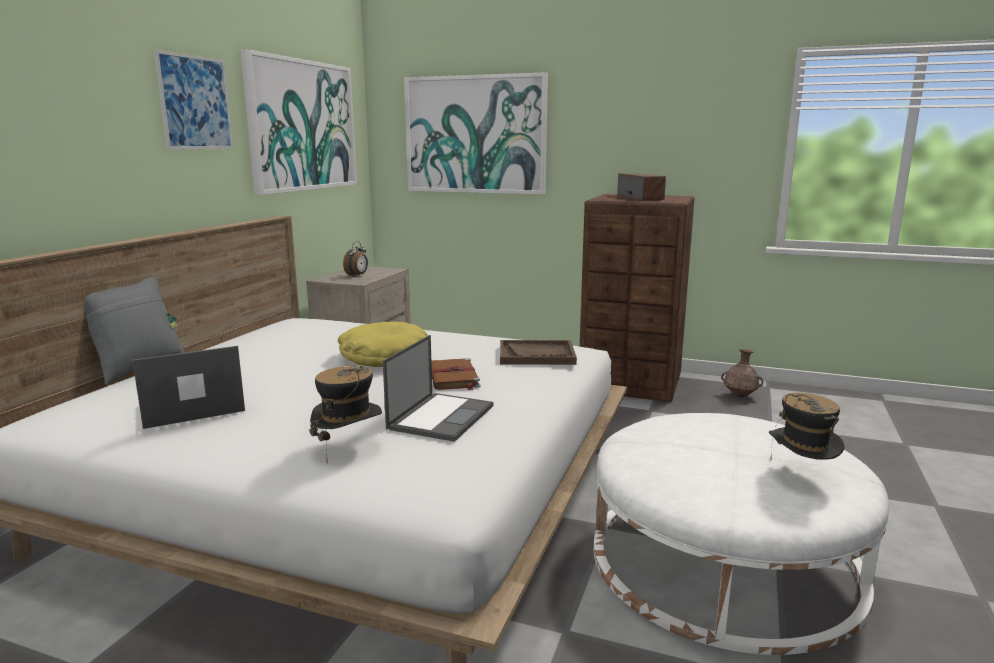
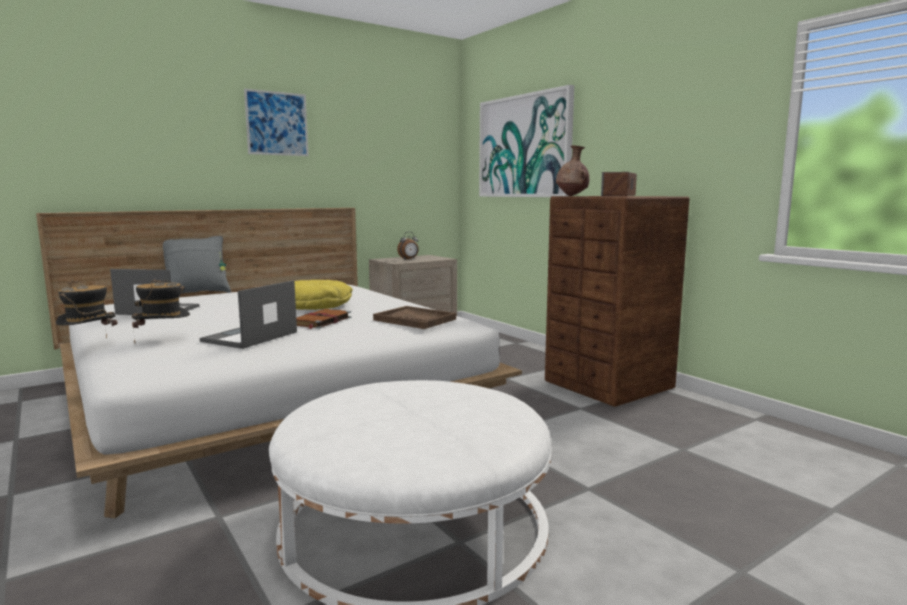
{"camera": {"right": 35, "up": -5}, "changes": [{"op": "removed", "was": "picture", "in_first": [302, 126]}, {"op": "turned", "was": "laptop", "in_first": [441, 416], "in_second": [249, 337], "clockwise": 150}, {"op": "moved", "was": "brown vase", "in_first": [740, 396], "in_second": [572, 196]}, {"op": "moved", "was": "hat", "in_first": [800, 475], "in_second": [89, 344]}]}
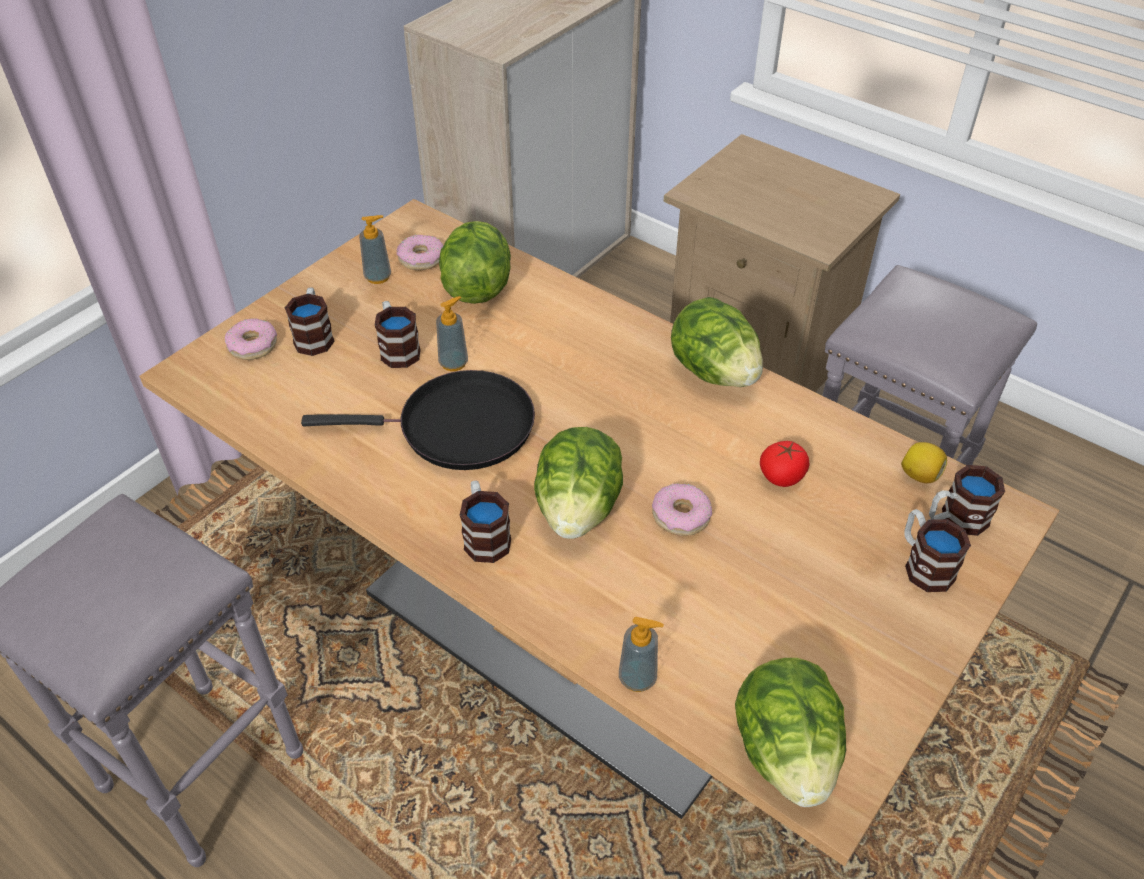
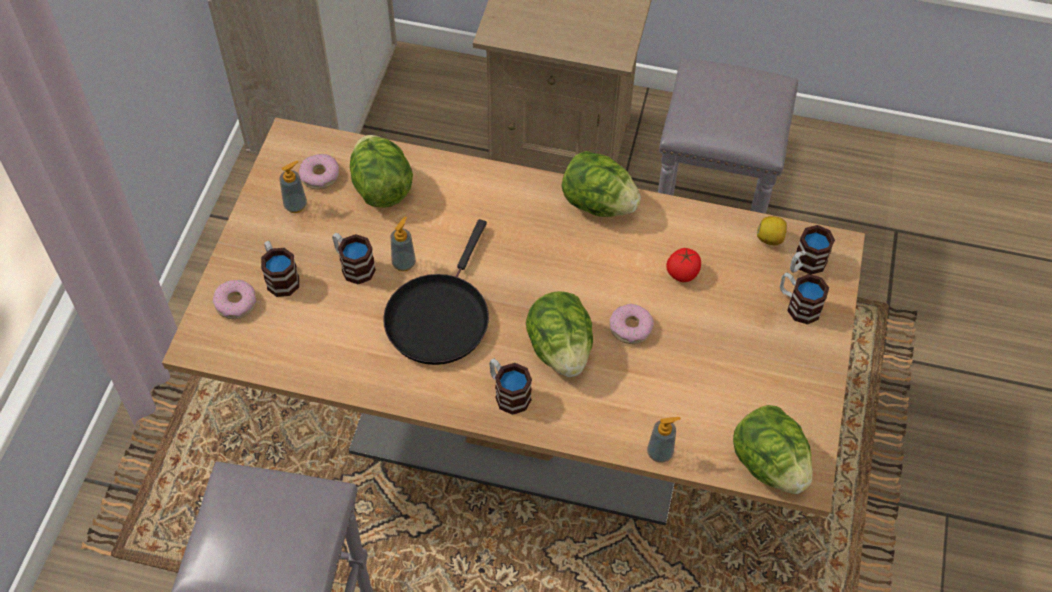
{"camera": {"right": -25, "up": 10}, "changes": [{"op": "turned", "was": "black frying pan", "in_first": [457, 428], "in_second": [439, 316], "clockwise": 135}]}
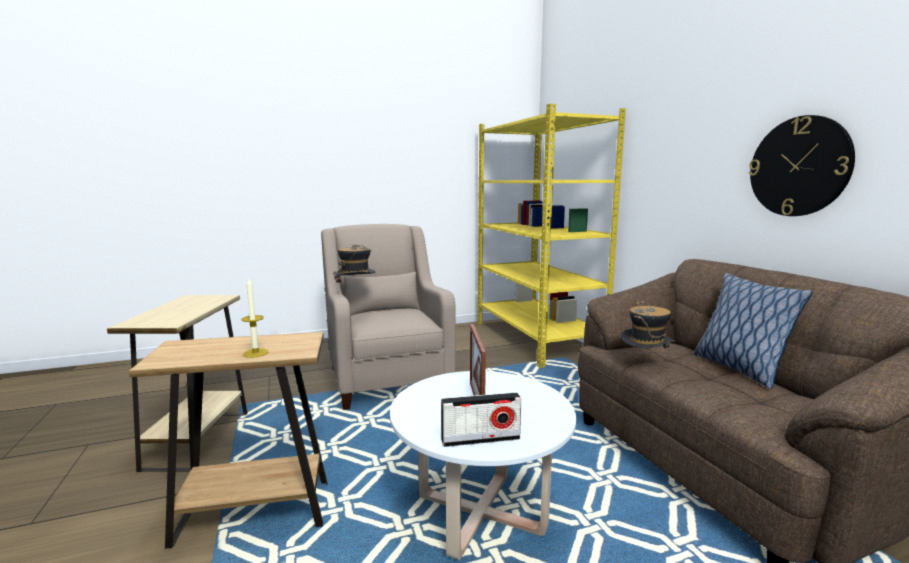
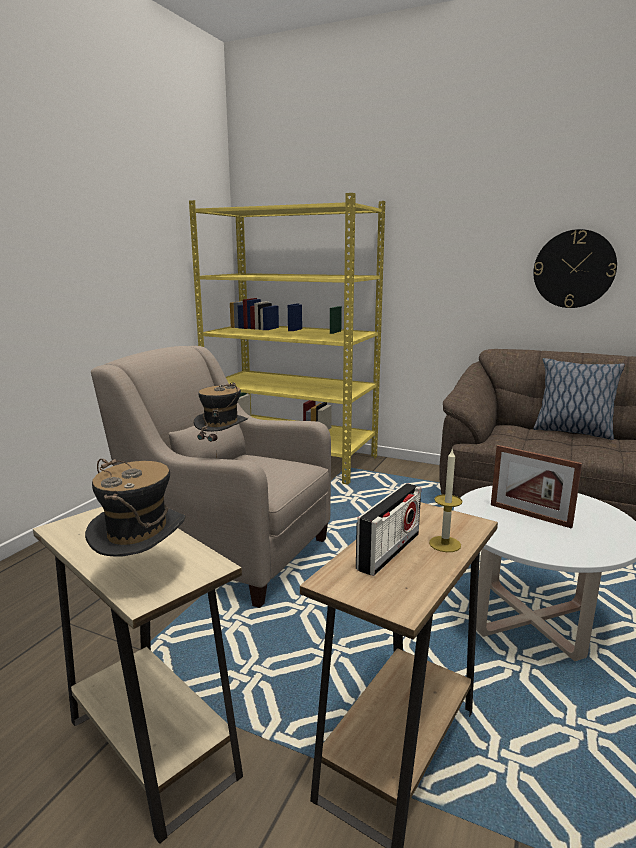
{"camera": {"right": -45, "up": 5}, "changes": [{"op": "moved", "was": "radio", "in_first": [480, 439], "in_second": [389, 551]}, {"op": "moved", "was": "hat", "in_first": [645, 364], "in_second": [142, 573]}]}
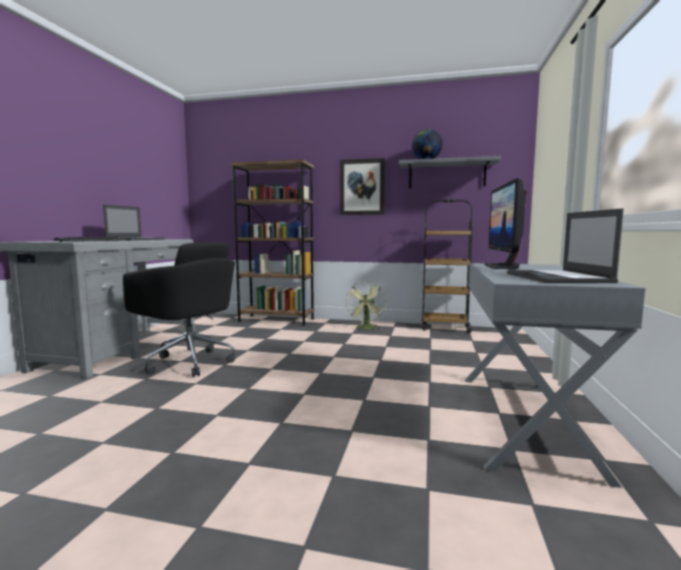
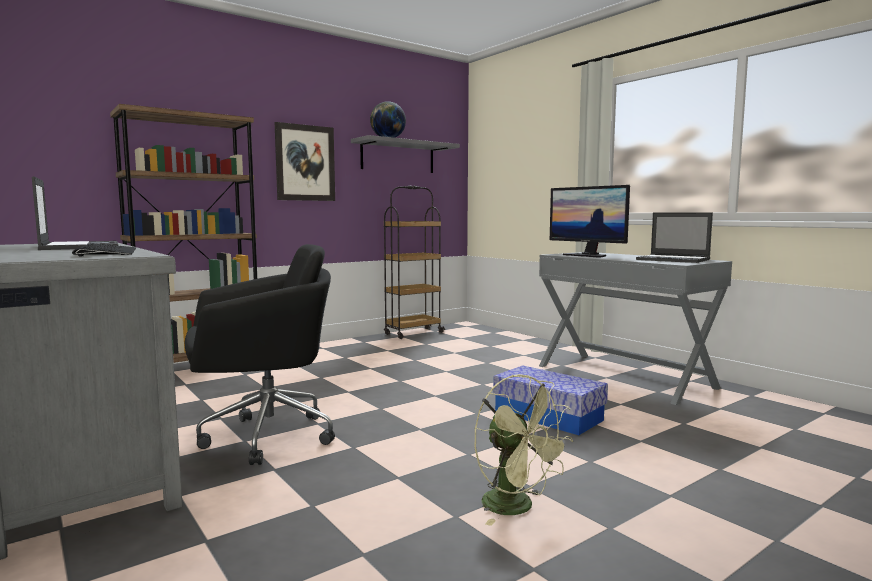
{"camera": {"right": -50, "up": 0}, "changes": [{"op": "moved", "was": "green fan", "in_first": [366, 328], "in_second": [517, 508]}, {"op": "added", "now": "storage box", "in_second": [548, 416]}]}
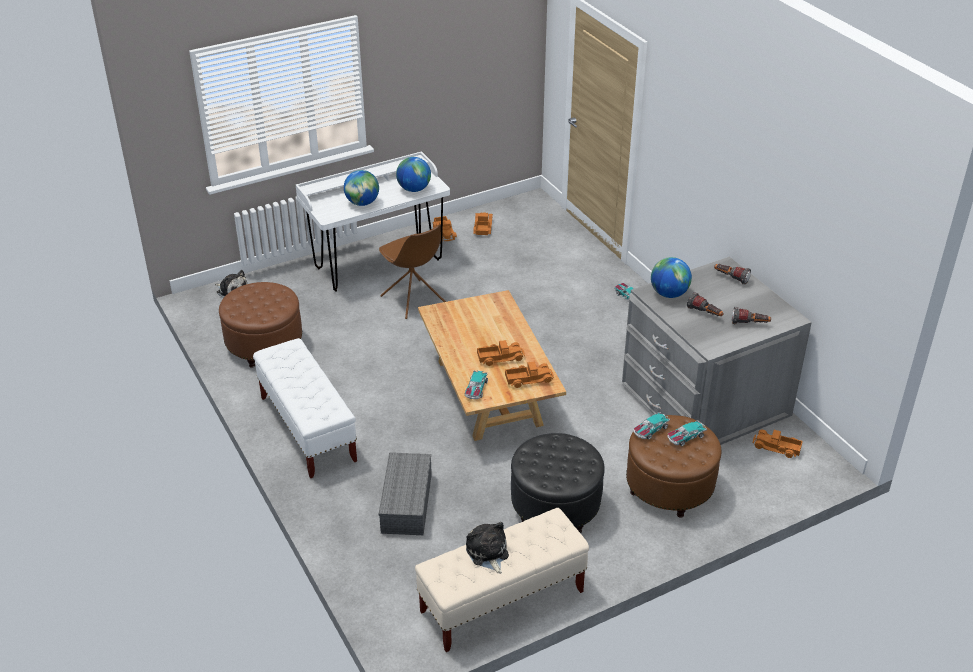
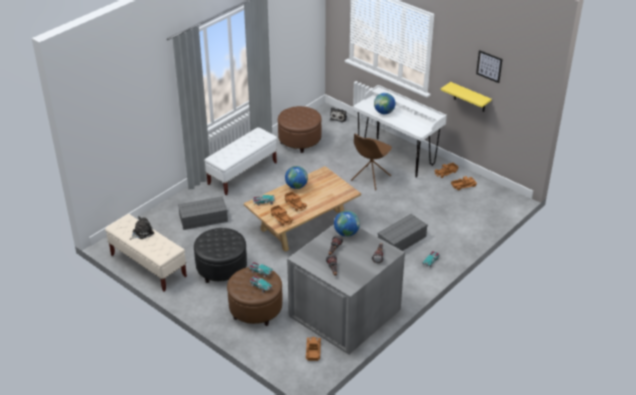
{"camera": {"right": 70, "up": 0}, "changes": [{"op": "moved", "was": "globe", "in_first": [414, 189], "in_second": [296, 186]}, {"op": "added", "now": "grey storage box", "in_second": [401, 241]}, {"op": "added", "now": "yellow shelf", "in_second": [470, 97]}, {"op": "added", "now": "picture", "in_second": [489, 66]}]}
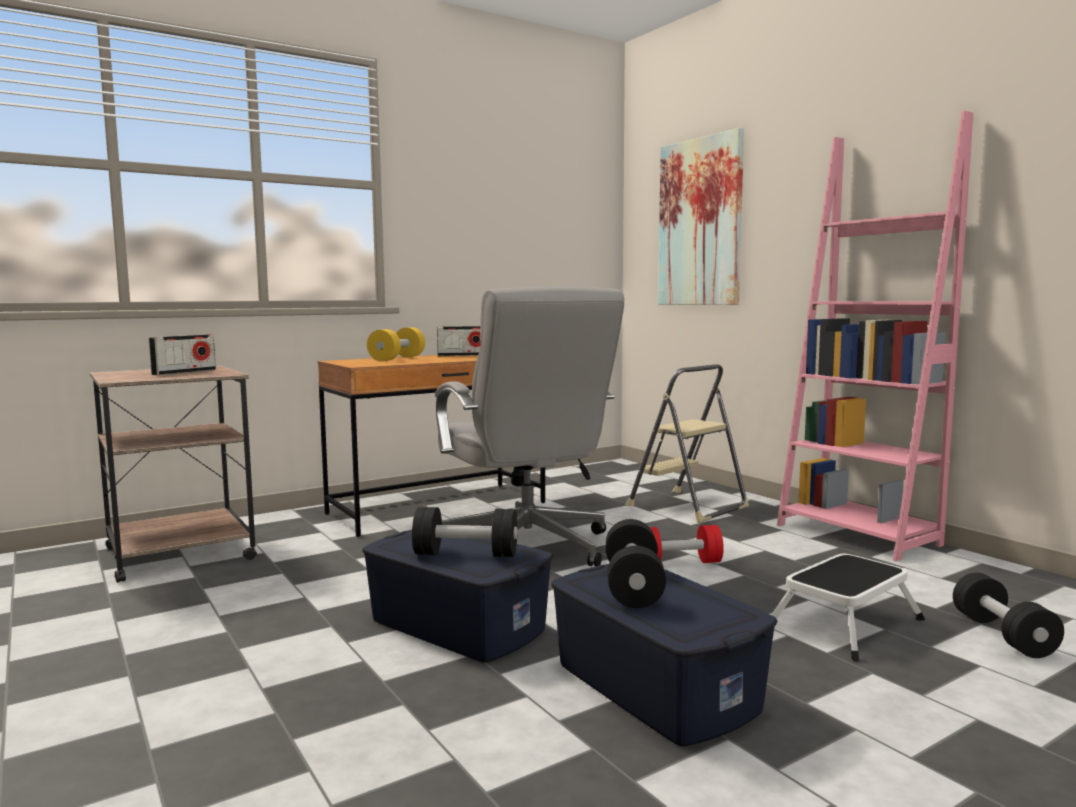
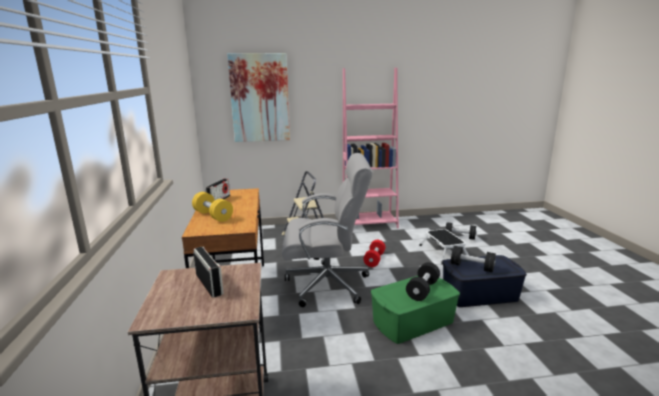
{"camera": {"right": -65, "up": 10}, "changes": [{"op": "recoloured", "was": "blue storage box", "now": "green storage box", "in_first": [458, 624], "in_second": [412, 321]}]}
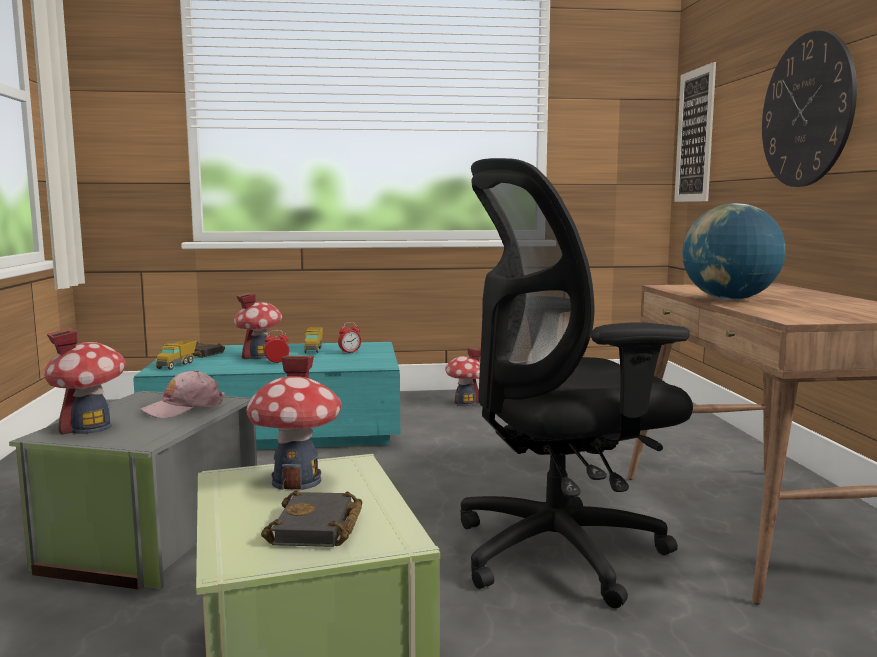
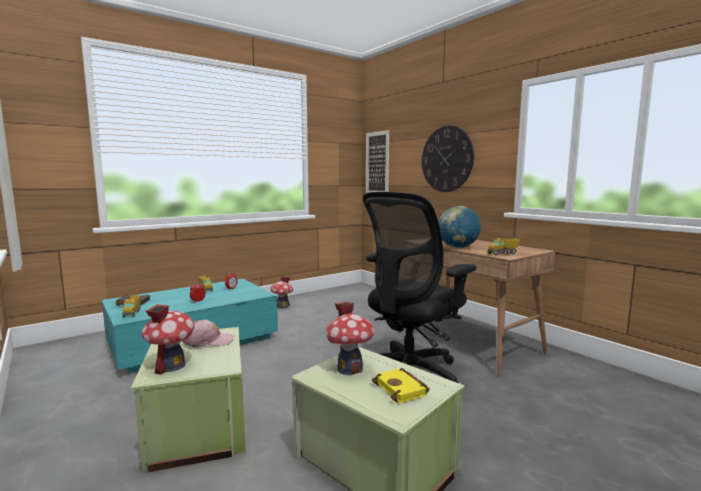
{"camera": {"right": -30, "up": 0}, "changes": [{"op": "recoloured", "was": "grey storage box", "now": "green storage box", "in_first": [150, 536], "in_second": [197, 425]}, {"op": "turned", "was": "pink cap", "in_first": [183, 408], "in_second": [208, 341], "clockwise": -120}, {"op": "removed", "was": "toy house", "in_first": [259, 356]}, {"op": "recoloured", "was": "black book", "now": "yellow book", "in_first": [318, 529], "in_second": [402, 389]}, {"op": "added", "now": "toy truck", "in_second": [503, 253]}]}
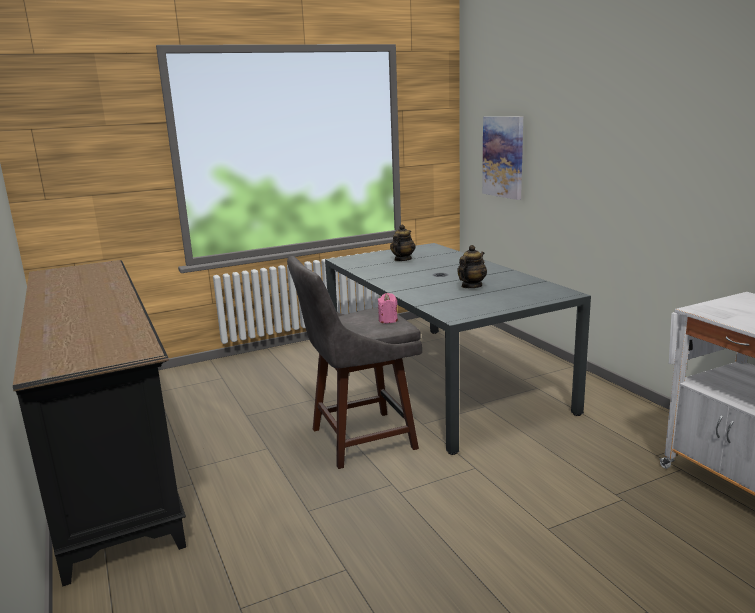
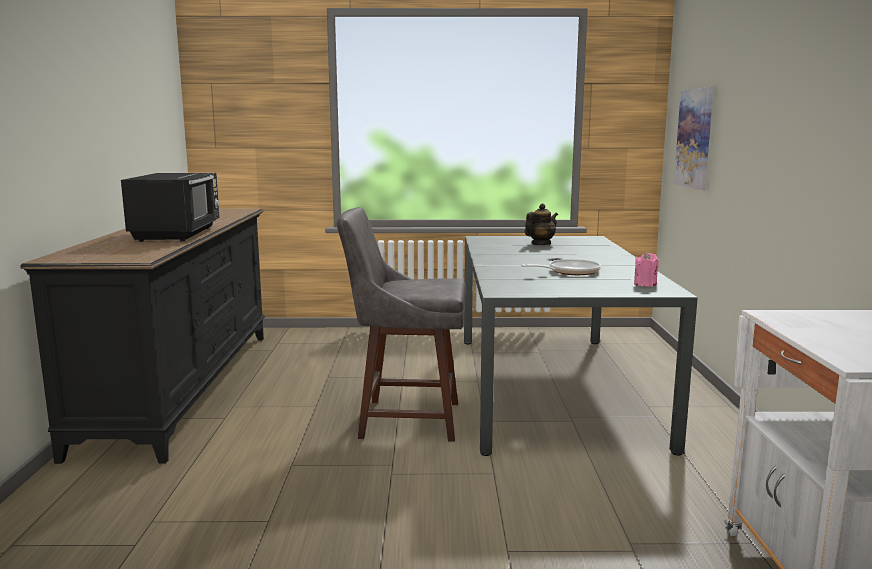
{"camera": {"right": 25, "up": -5}, "changes": [{"op": "moved", "was": "pink candle", "in_first": [388, 320], "in_second": [645, 284]}, {"op": "replaced", "was": "teapot", "now": "frying pan", "in_first": [471, 286], "in_second": [569, 272]}, {"op": "added", "now": "black microwave", "in_second": [178, 234]}]}
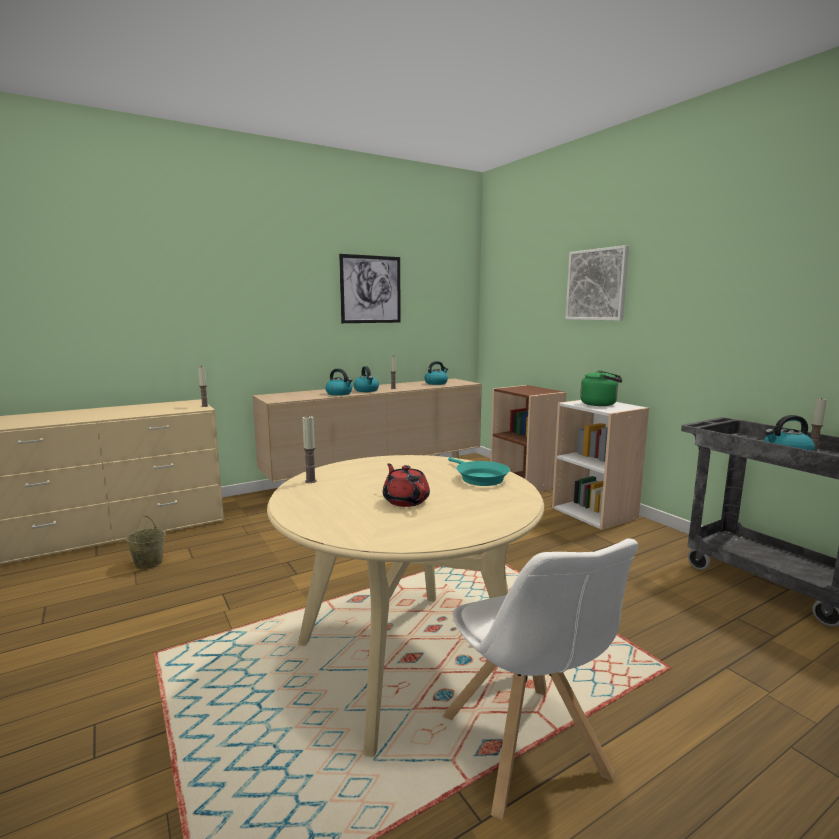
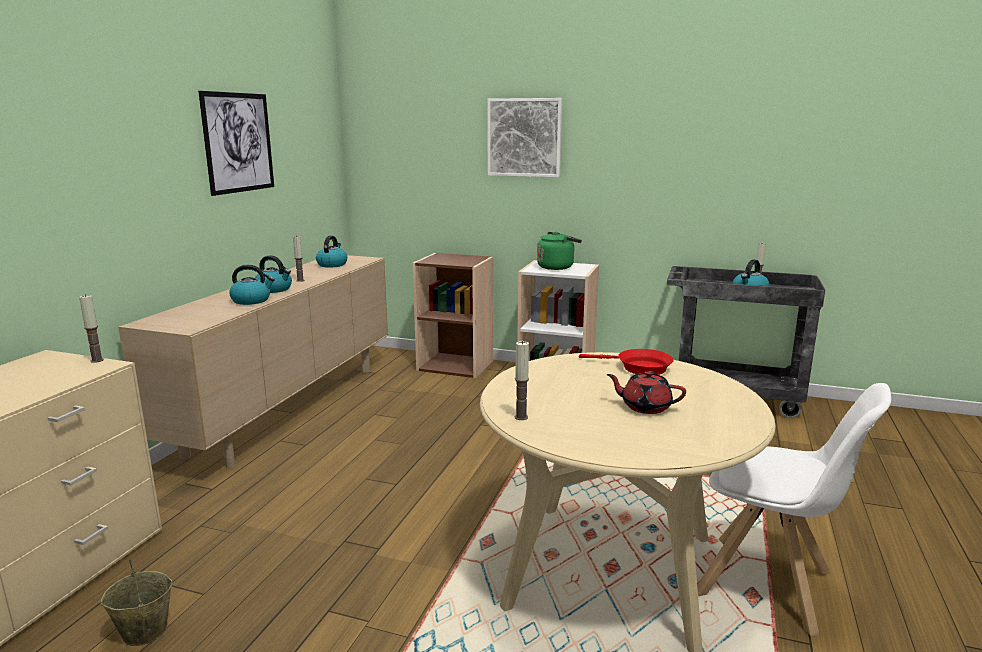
{"camera": {"right": -40, "up": 5}, "changes": [{"op": "recoloured", "was": "turquoise frying pan", "now": "red frying pan", "in_first": [479, 478], "in_second": [639, 368]}]}
